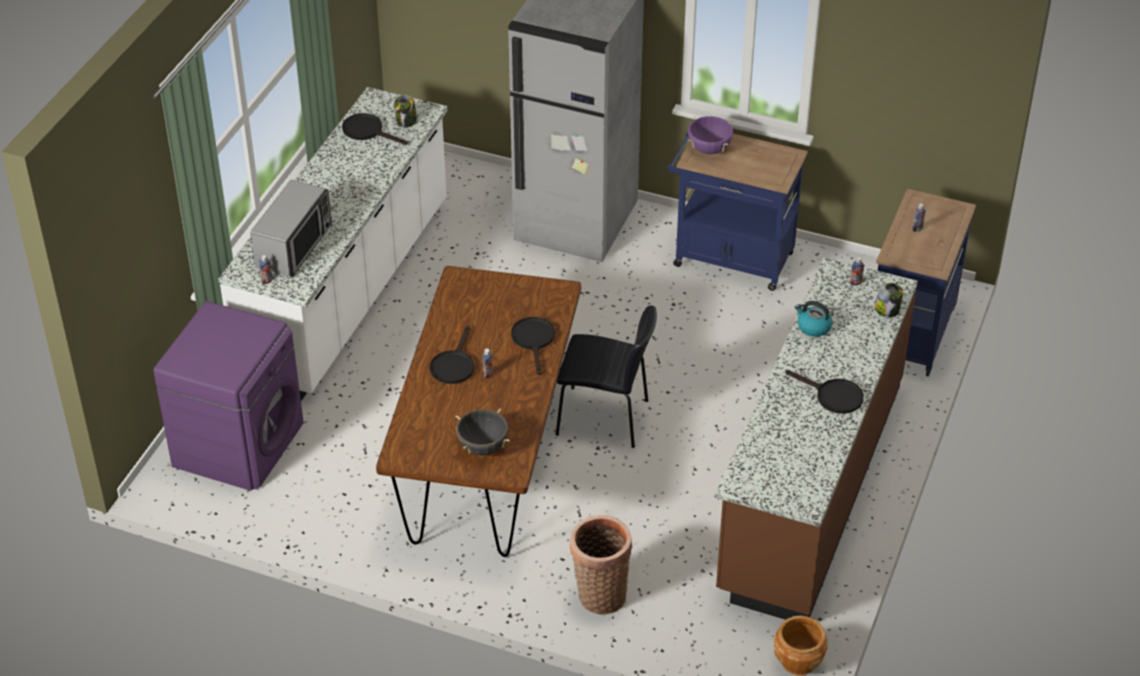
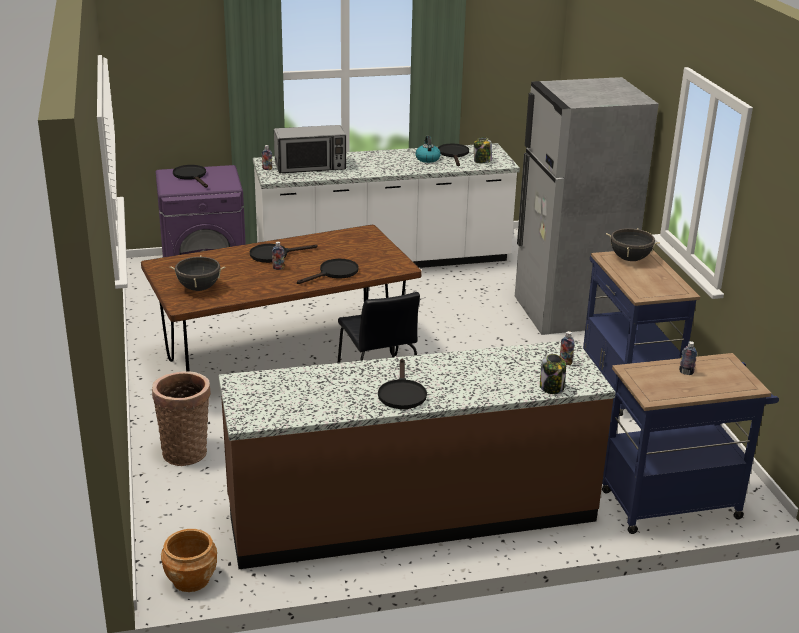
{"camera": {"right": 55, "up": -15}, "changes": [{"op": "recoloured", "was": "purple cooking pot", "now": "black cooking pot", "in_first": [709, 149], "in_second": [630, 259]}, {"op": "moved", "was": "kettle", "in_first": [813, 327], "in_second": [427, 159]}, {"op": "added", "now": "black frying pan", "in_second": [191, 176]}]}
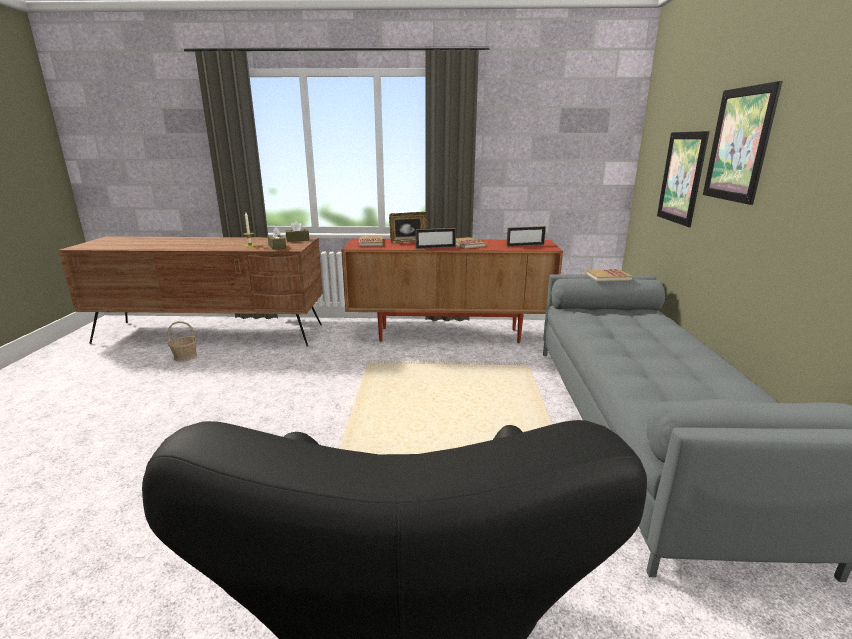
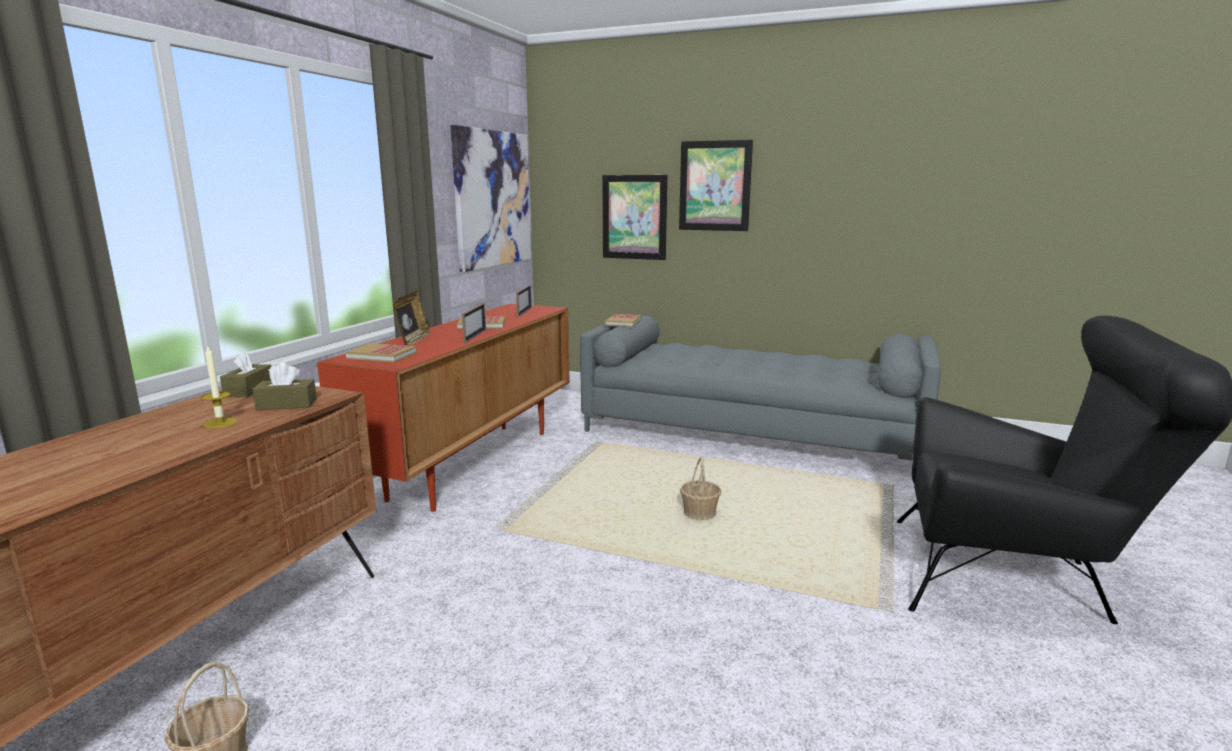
{"camera": {"right": -70, "up": -5}, "changes": [{"op": "added", "now": "picture", "in_second": [492, 199]}, {"op": "added", "now": "basket", "in_second": [700, 513]}]}
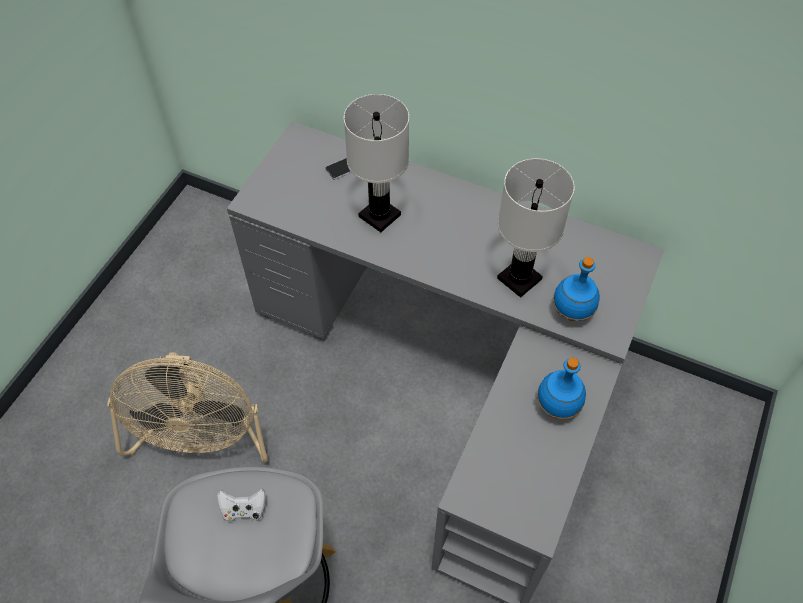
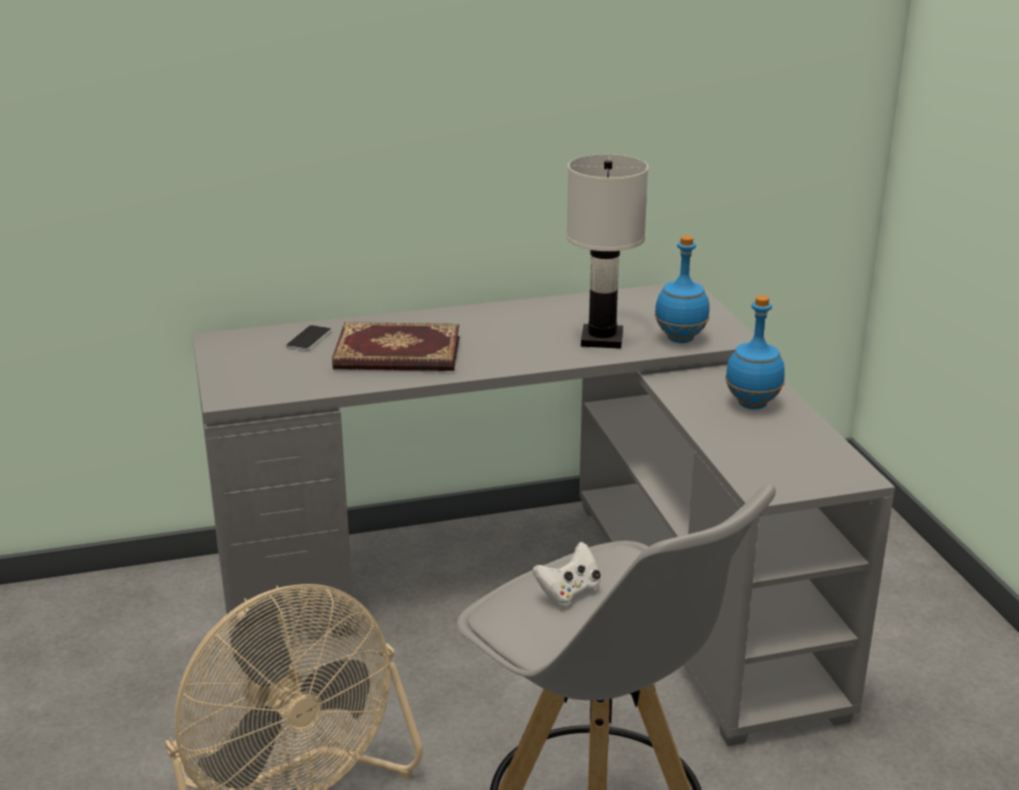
{"camera": {"right": -40, "up": -30}, "changes": [{"op": "replaced", "was": "white table lamp", "now": "book", "in_first": [379, 216], "in_second": [397, 354]}]}
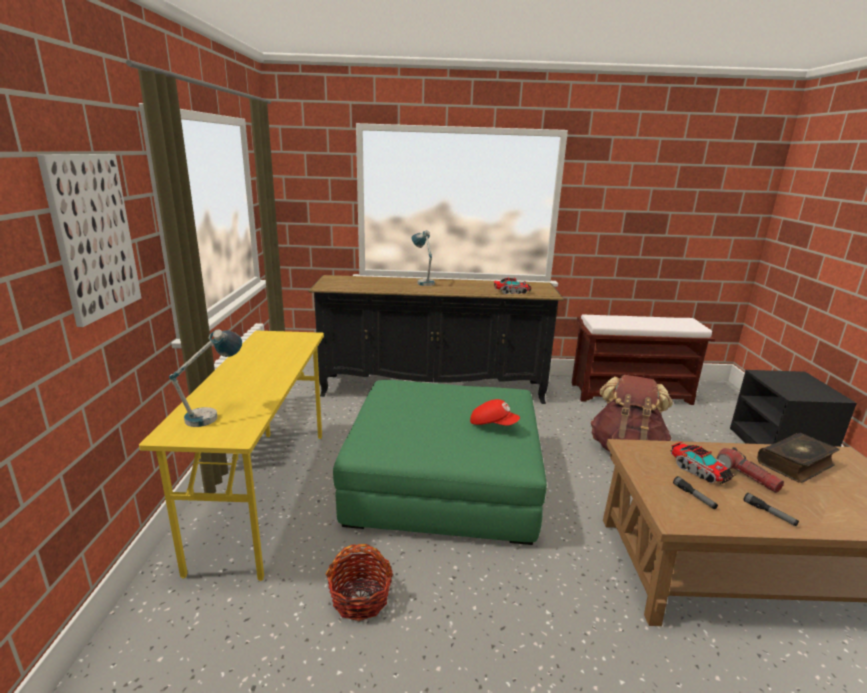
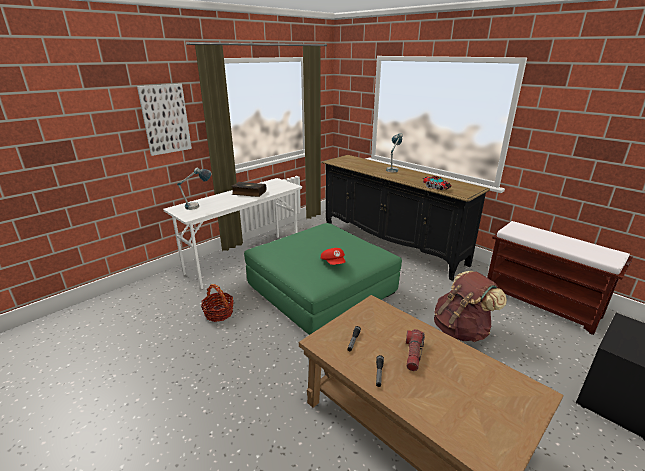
{"camera": {"right": 45, "up": 5}, "changes": [{"op": "recoloured", "was": "yellow desk", "now": "white desk", "in_first": [264, 493], "in_second": [244, 259]}, {"op": "removed", "was": "toy truck", "in_first": [698, 471]}, {"op": "moved", "was": "book", "in_first": [796, 464], "in_second": [249, 193]}]}
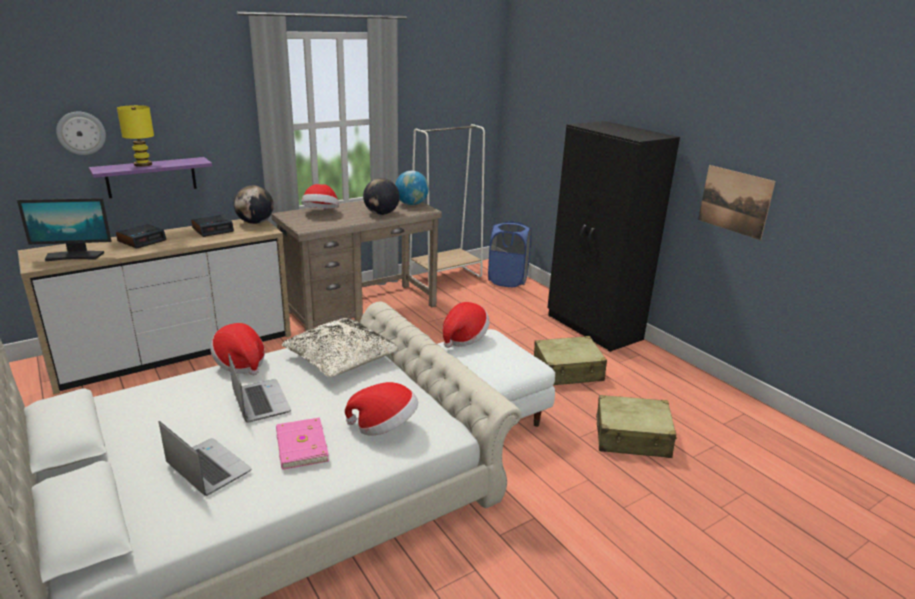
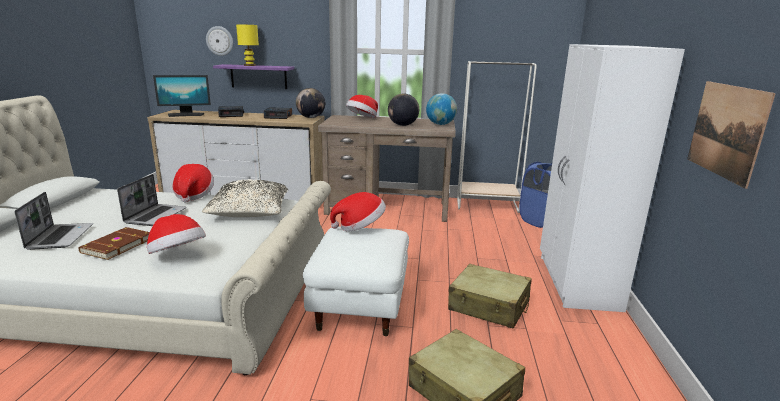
{"camera": {"right": 40, "up": -5}, "changes": [{"op": "turned", "was": "monitor", "in_first": [74, 256], "in_second": [186, 115], "clockwise": -45}, {"op": "recoloured", "was": "pink book", "now": "brown book", "in_first": [300, 446], "in_second": [116, 245]}, {"op": "recoloured", "was": "black wardrobe", "now": "white wardrobe", "in_first": [594, 328], "in_second": [577, 282]}]}
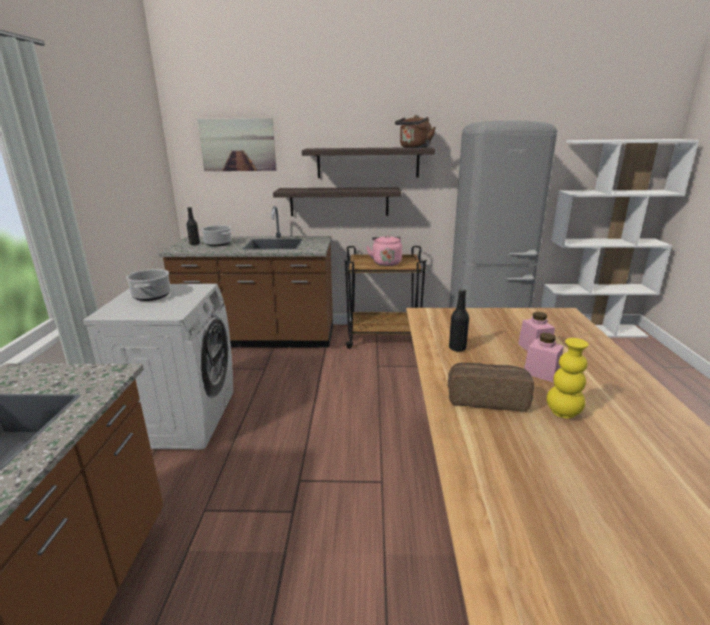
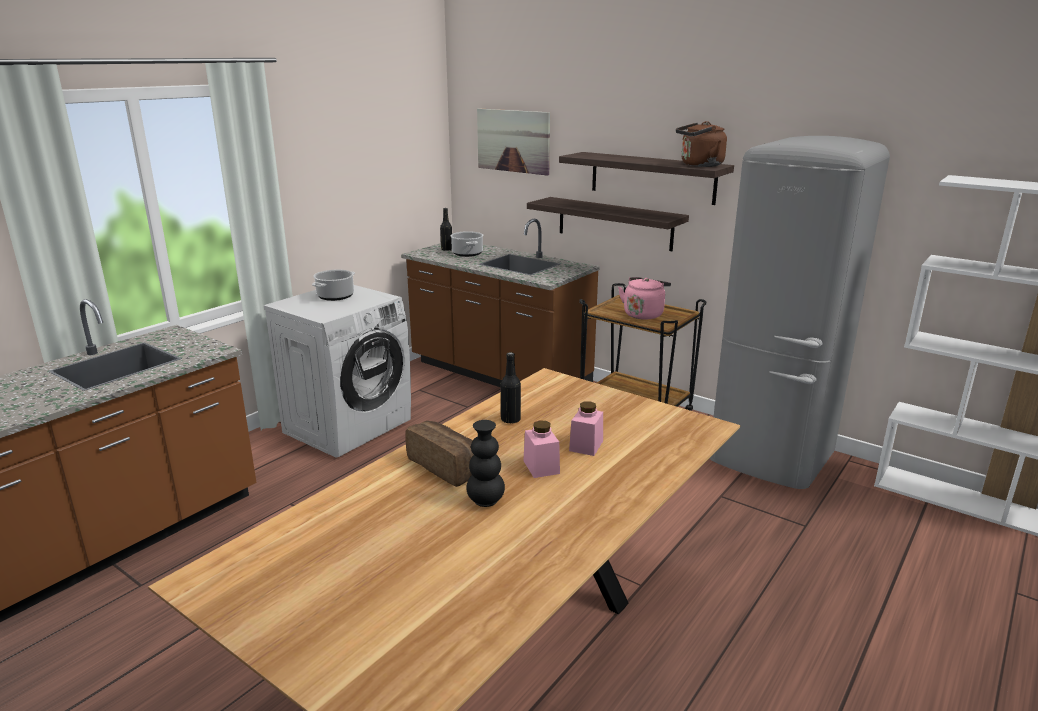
{"camera": {"right": 35, "up": 0}, "changes": [{"op": "recoloured", "was": "yellow vase", "now": "black vase", "in_first": [563, 413], "in_second": [485, 501]}]}
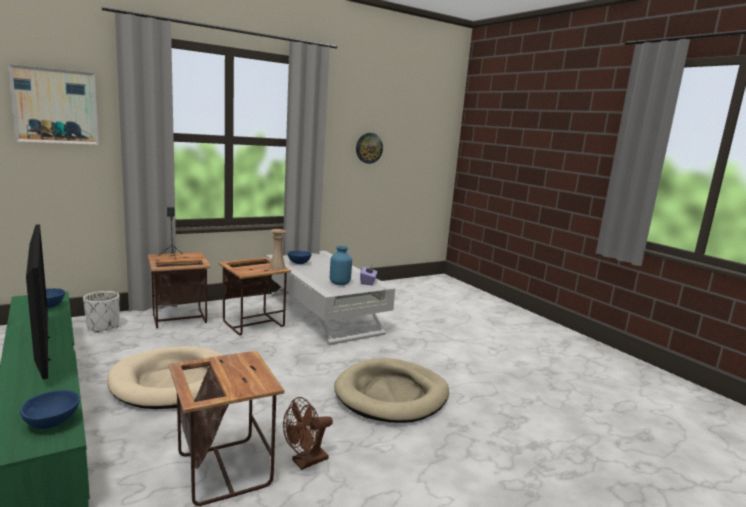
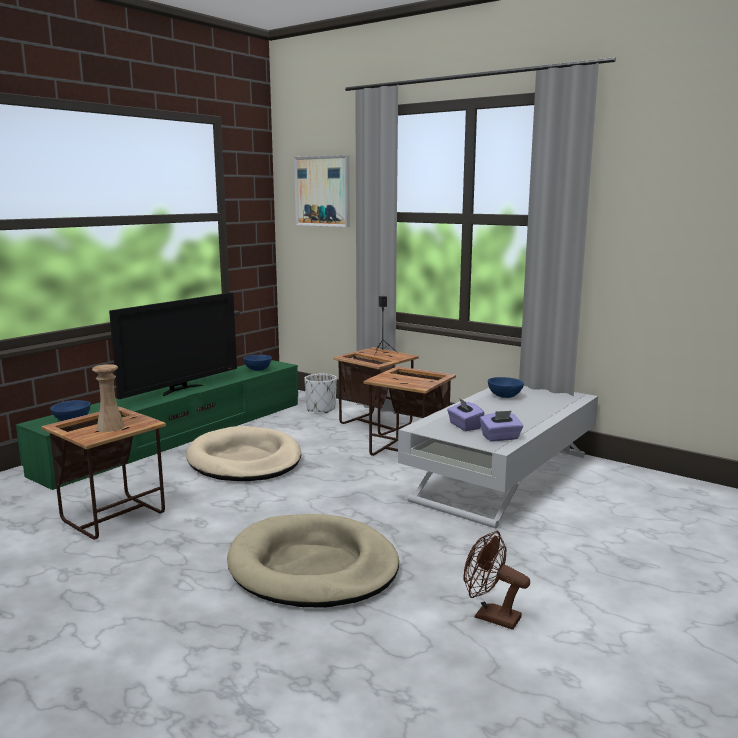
{"camera": {"right": 70, "up": 0}, "changes": [{"op": "moved", "was": "beige vase", "in_first": [277, 267], "in_second": [110, 427]}, {"op": "moved", "was": "brown fan", "in_first": [305, 462], "in_second": [490, 616]}, {"op": "replaced", "was": "blue vase", "now": "purple tissue box", "in_first": [340, 283], "in_second": [464, 426]}, {"op": "removed", "was": "wall clock", "in_first": [369, 148]}]}
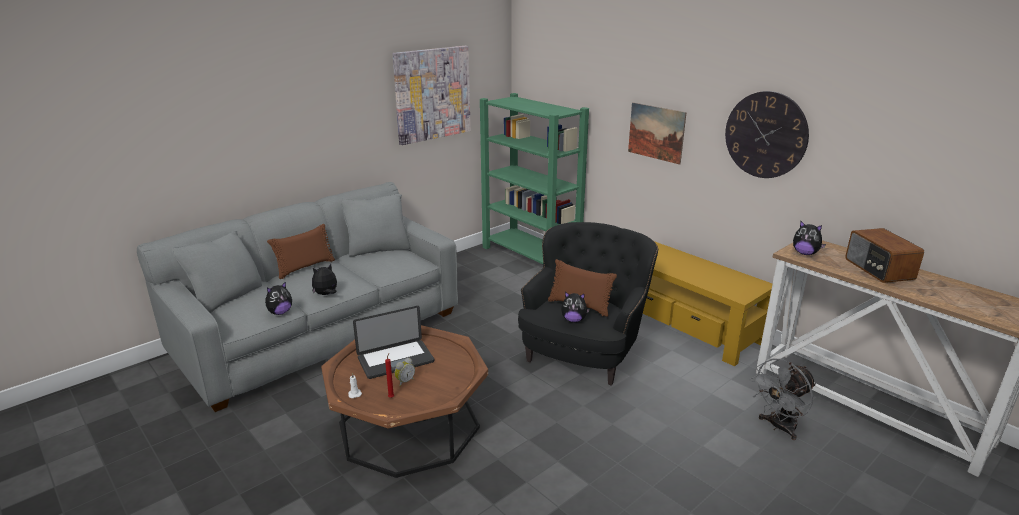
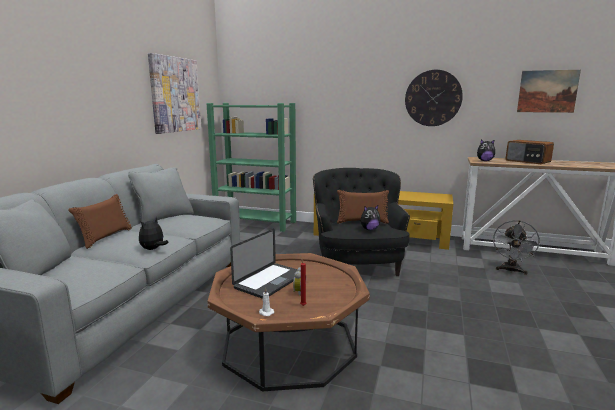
{"camera": {"right": -30, "up": -10}, "changes": [{"op": "removed", "was": "plush toy", "in_first": [280, 312]}, {"op": "moved", "was": "picture", "in_first": [656, 132], "in_second": [547, 91]}]}
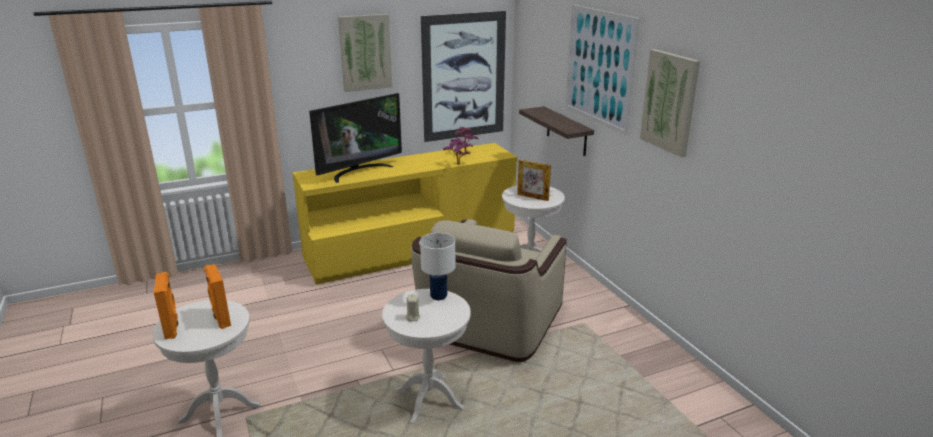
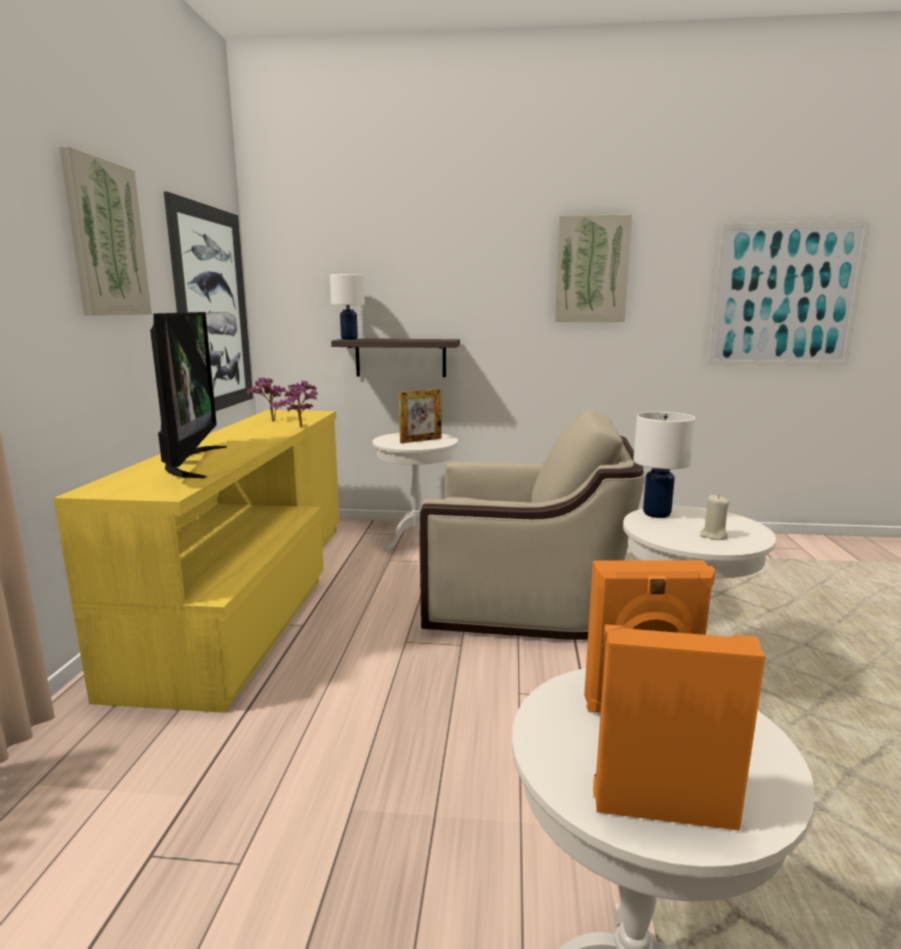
{"camera": {"right": -60, "up": -10}, "changes": [{"op": "turned", "was": "beige armchair", "in_first": [489, 325], "in_second": [527, 598], "clockwise": -45}, {"op": "moved", "was": "picture", "in_first": [599, 67], "in_second": [785, 296]}, {"op": "added", "now": "white table lamp", "in_second": [350, 339]}]}
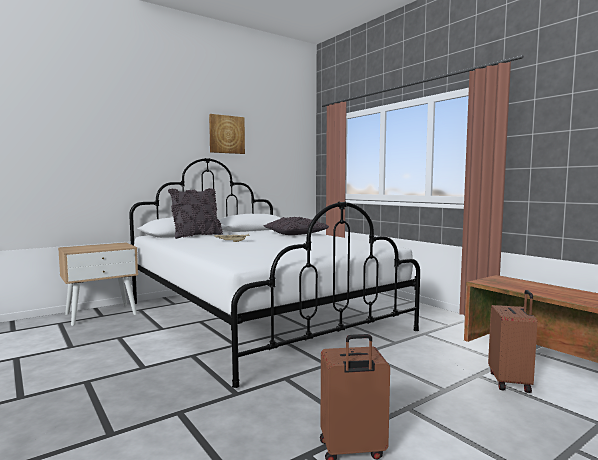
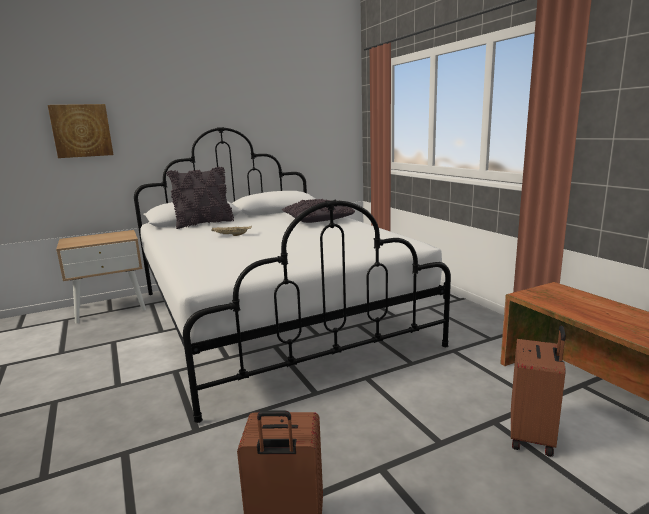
{"camera": {"right": 10, "up": 10}, "changes": [{"op": "moved", "was": "picture", "in_first": [226, 134], "in_second": [81, 130]}]}
